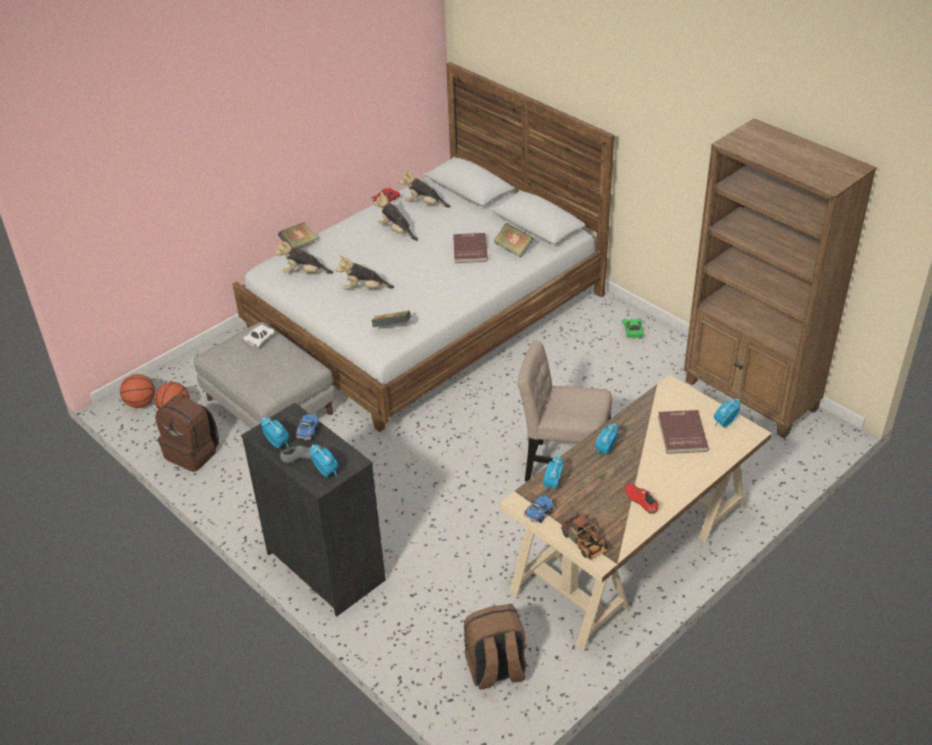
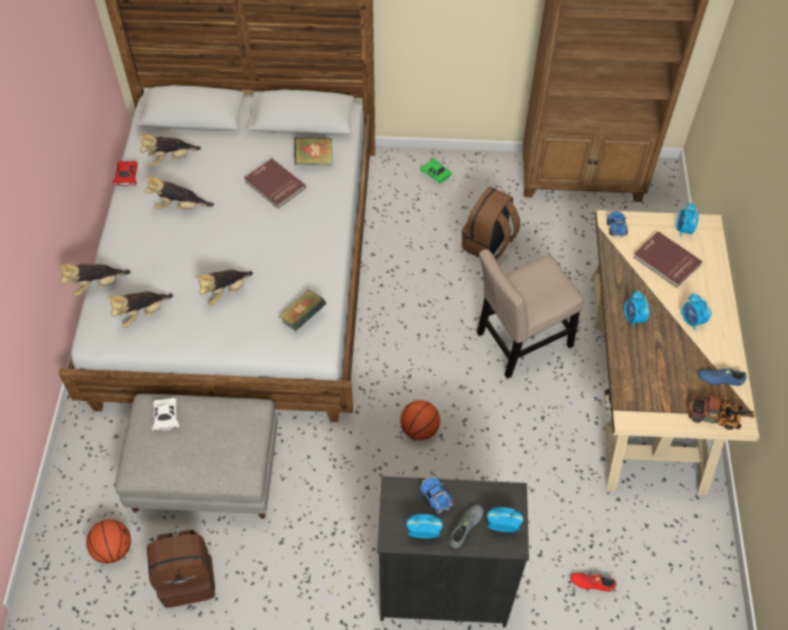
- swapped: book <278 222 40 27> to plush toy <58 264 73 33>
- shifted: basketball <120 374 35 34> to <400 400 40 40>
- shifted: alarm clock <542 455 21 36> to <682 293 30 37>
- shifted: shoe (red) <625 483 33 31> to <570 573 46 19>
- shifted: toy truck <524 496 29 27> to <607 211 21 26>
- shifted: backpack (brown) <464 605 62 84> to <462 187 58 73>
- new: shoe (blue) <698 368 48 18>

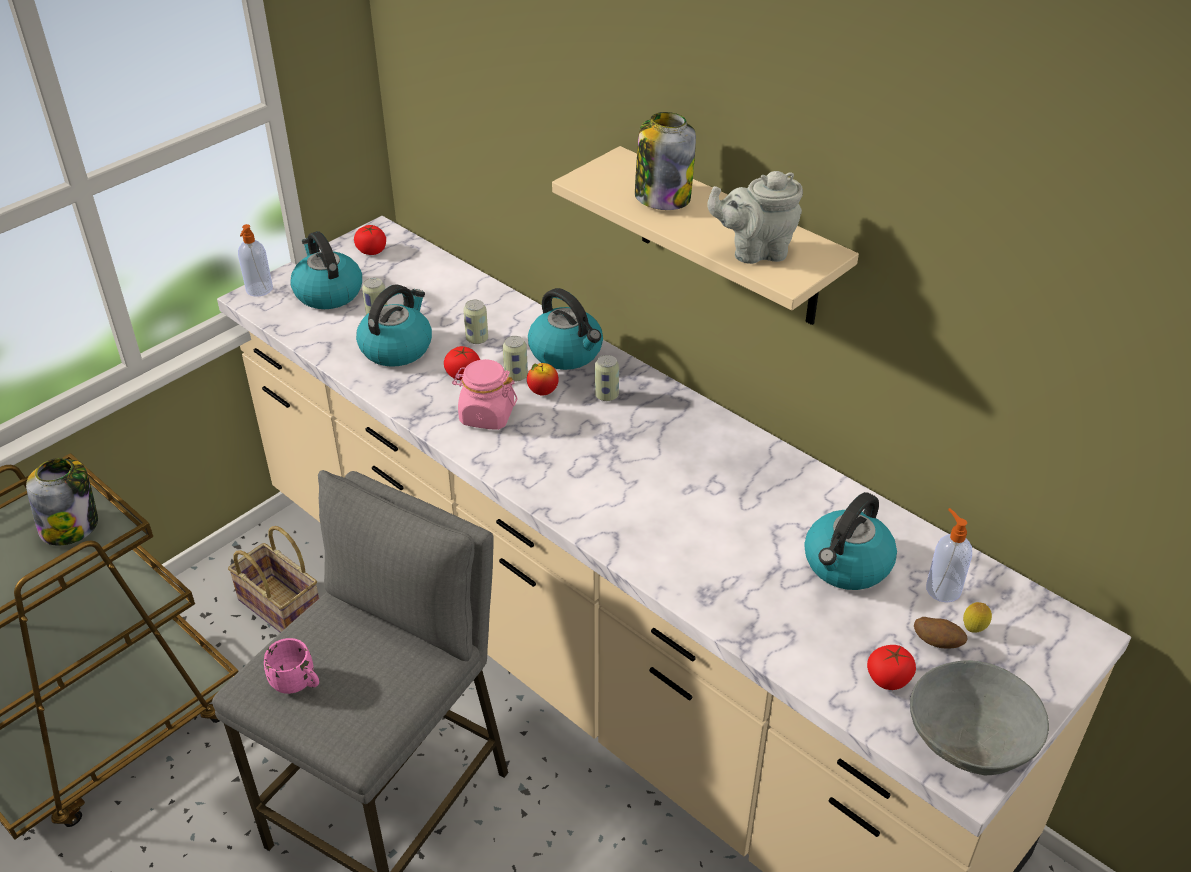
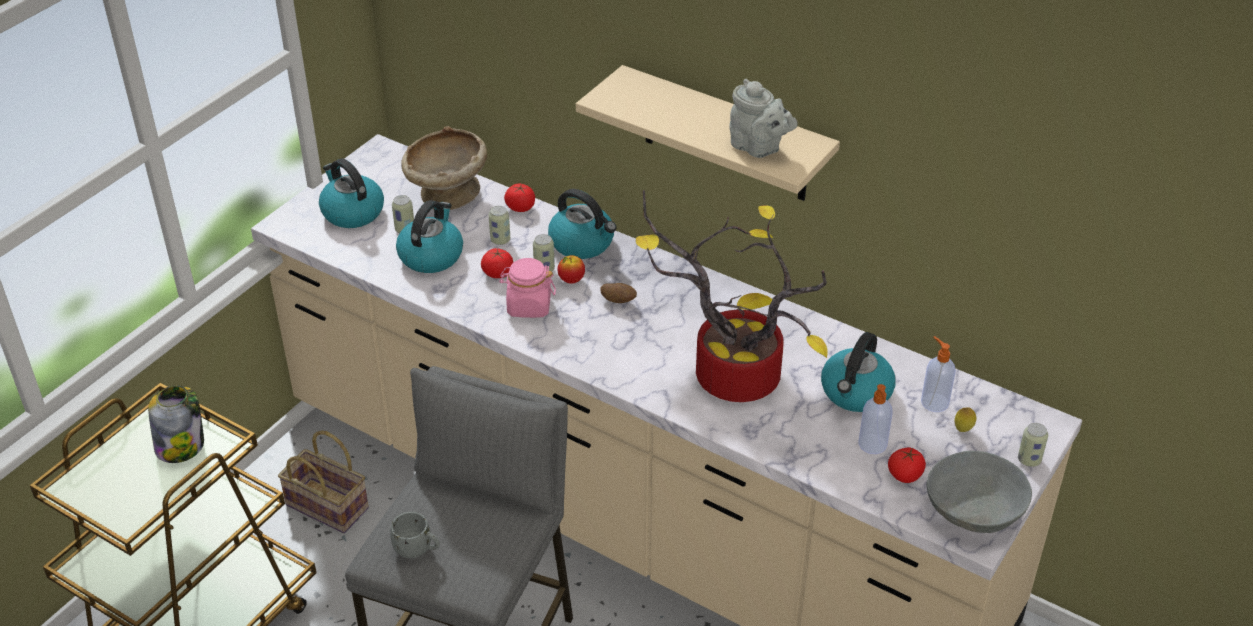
- gone: jar <635 112 61 98>
- rotated: teapot (grey) <707 171 96 93> = <729 79 68 79> 120 degrees counterclockwise
- shifted: soap dispenser <238 224 35 73> to <858 384 34 70>
- shifted: tomato <354 225 32 30> to <504 184 31 28>
- shifted: can <595 355 24 46> to <1018 423 30 44>
- shifted: potato <914 617 54 31> to <600 283 37 20>
- repainted: mug (pink) <264 638 55 56> to mug (grey) <390 512 50 46>
- new: bowl (beige) <401 126 86 84>
- new: potted plant <636 190 192 212>

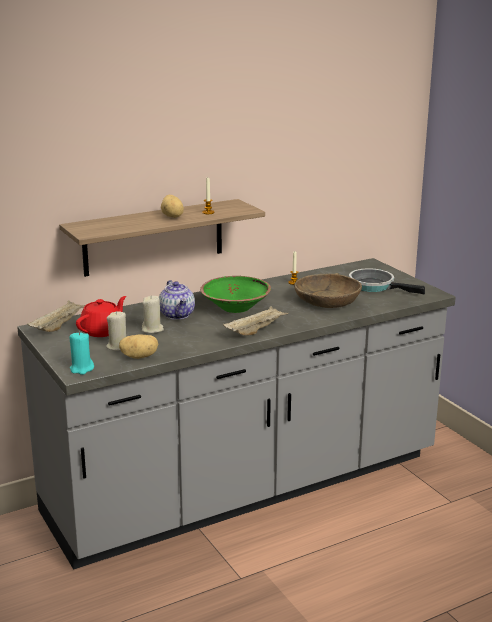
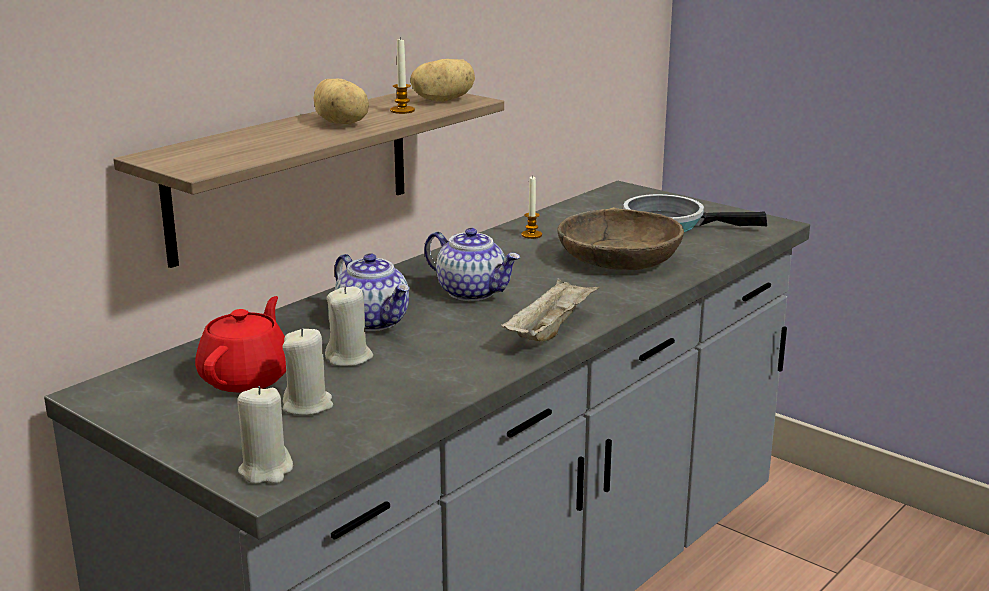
- swapped: bowl (green) <200 276 71 37> to teapot <424 228 96 73>
- gone: tray (beige) <27 301 58 31>
- repainted: candle (turquoise) <69 332 25 43> to candle (beige) <237 386 56 98>
- shifted: potato <119 334 39 25> to <410 59 65 43>

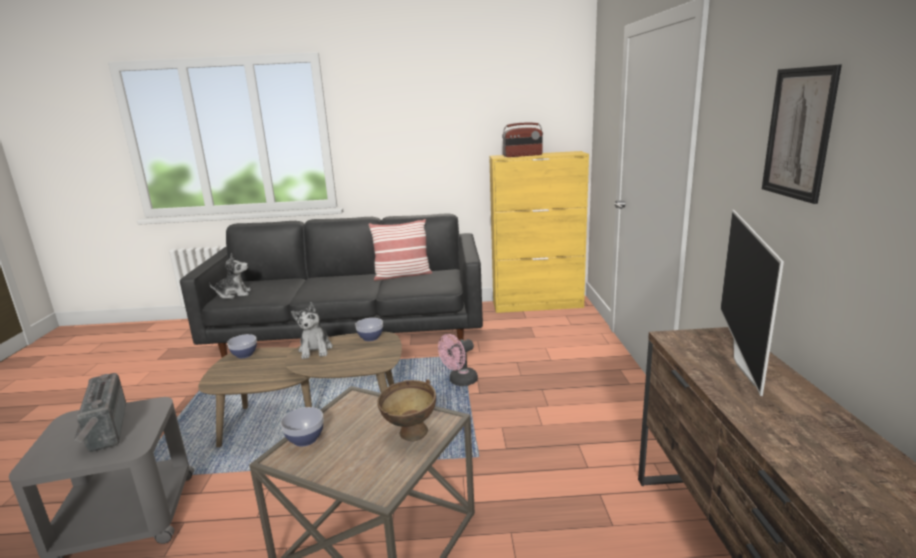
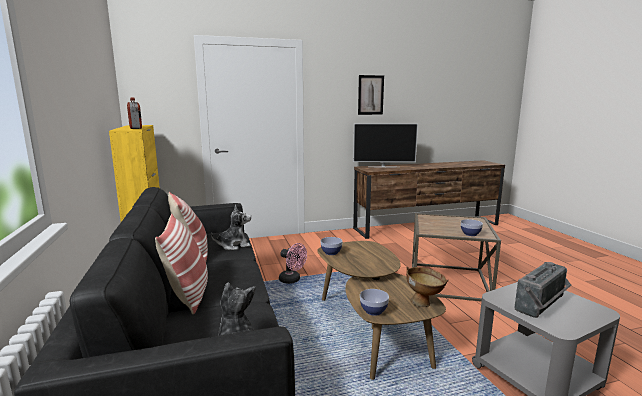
- shifted: plush toy <291 302 42 57> to <211 205 40 45>
- shifted: bowl (brown) <377 379 59 63> to <406 267 43 40>
- new: pillow <155 214 53 100>

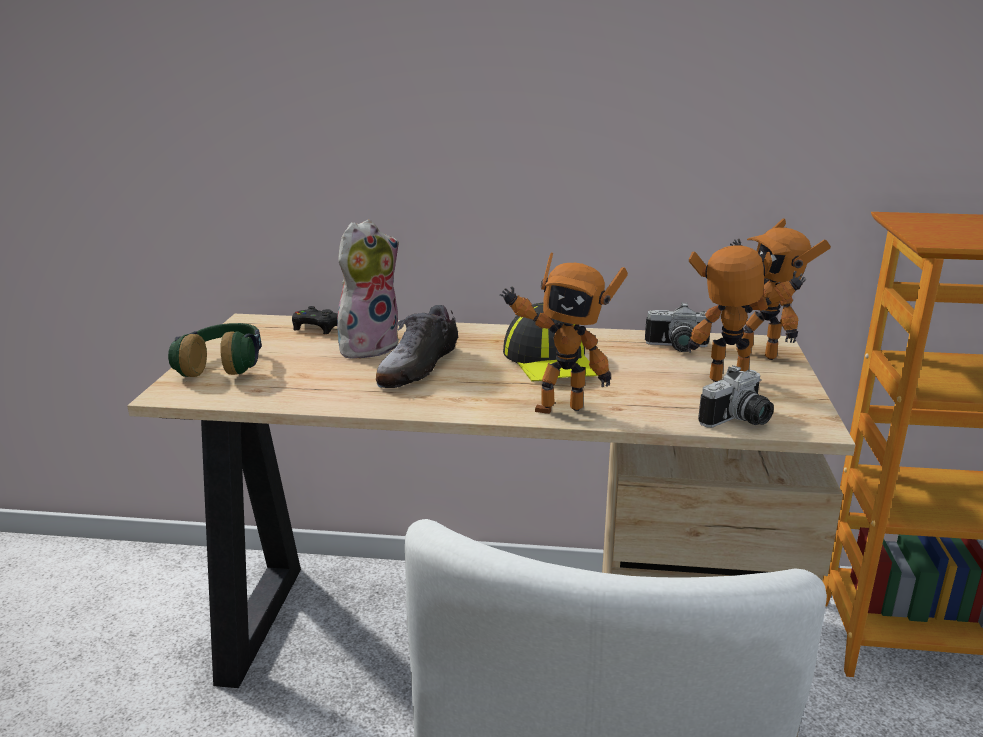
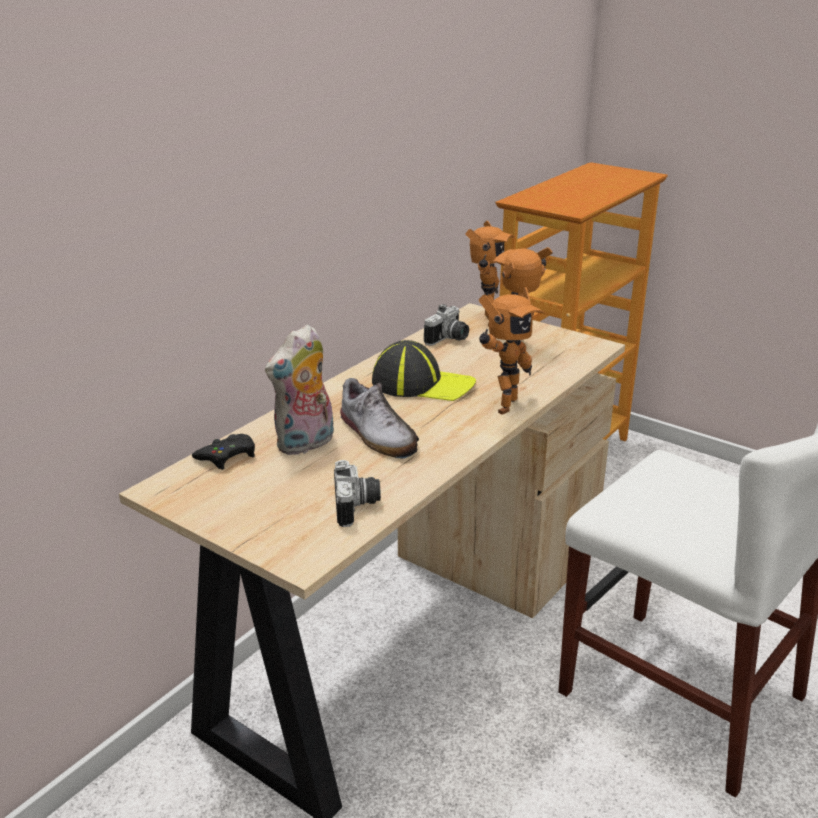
- rotated: toy robot <730 218 101 142> = <465 221 49 106> 75 degrees counterclockwise
- rotated: plush toy <337 219 62 141> = <265 324 69 131> 120 degrees counterclockwise
- gone: headphones <168 323 94 54>
- shifted: photo camera <698 365 76 63> to <334 460 47 67>

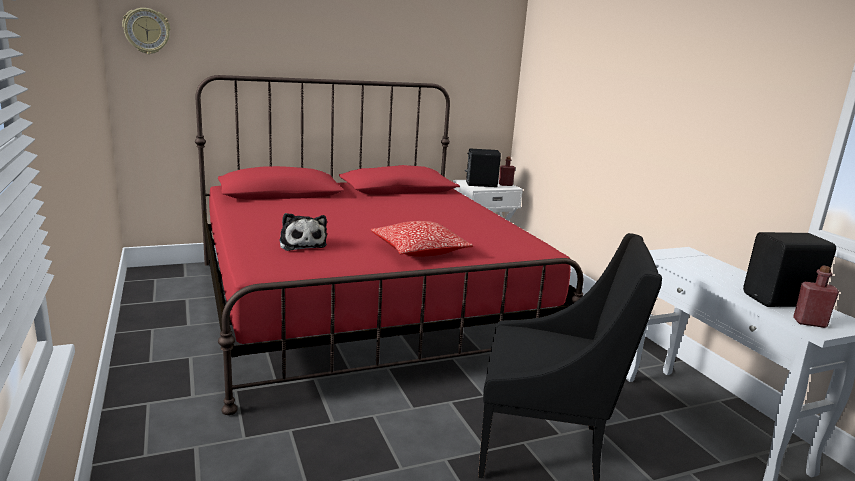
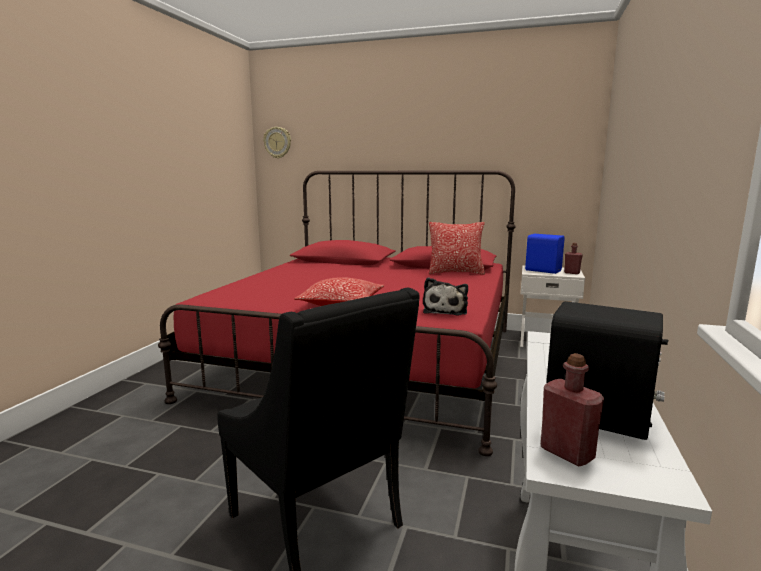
- repainted: speaker (black) <465 149 36 38> to speaker (blue) <525 234 40 40>
- shifted: plush toy <280 213 47 38> to <423 277 45 39>
- new: pillow <429 222 56 53>

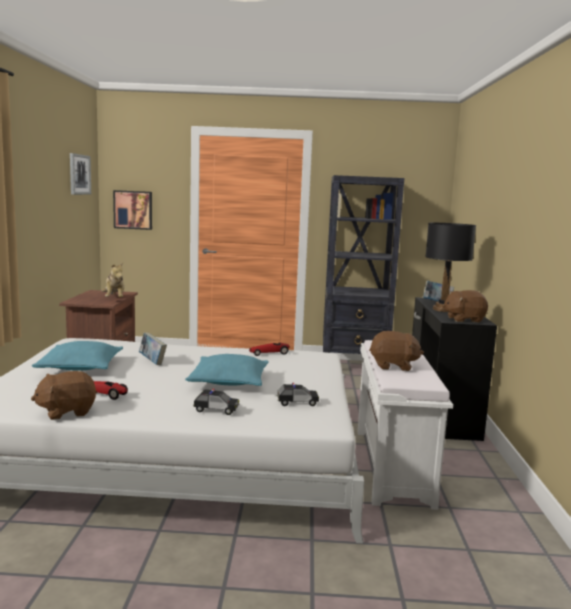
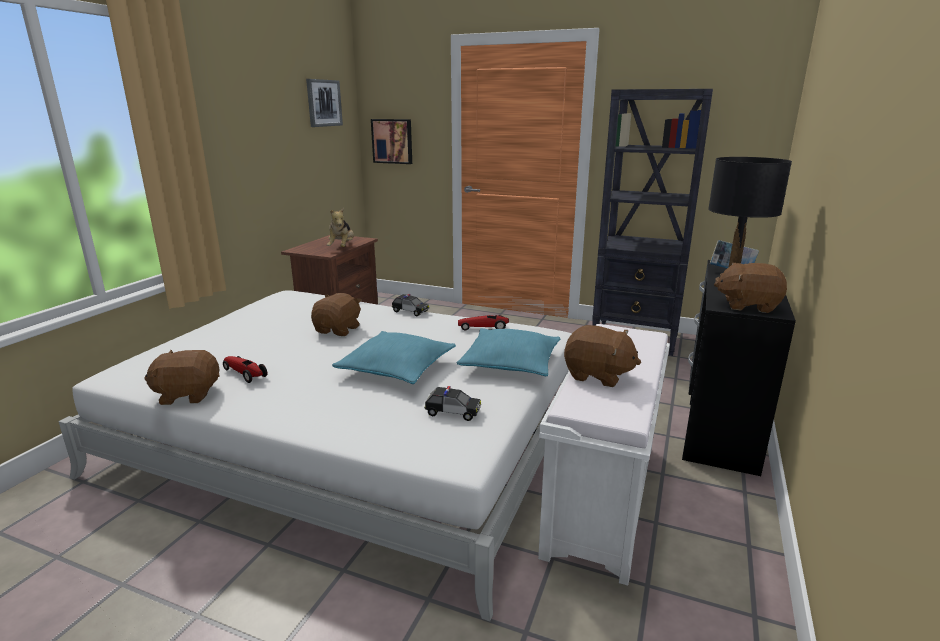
- swapped: book <139 332 28 33> to plush toy (brown) <311 293 51 43>
- shifted: pillow (turquoise) <32 341 91 30> to <457 328 103 48>
- shifted: toy car <193 388 46 27> to <392 294 37 22>

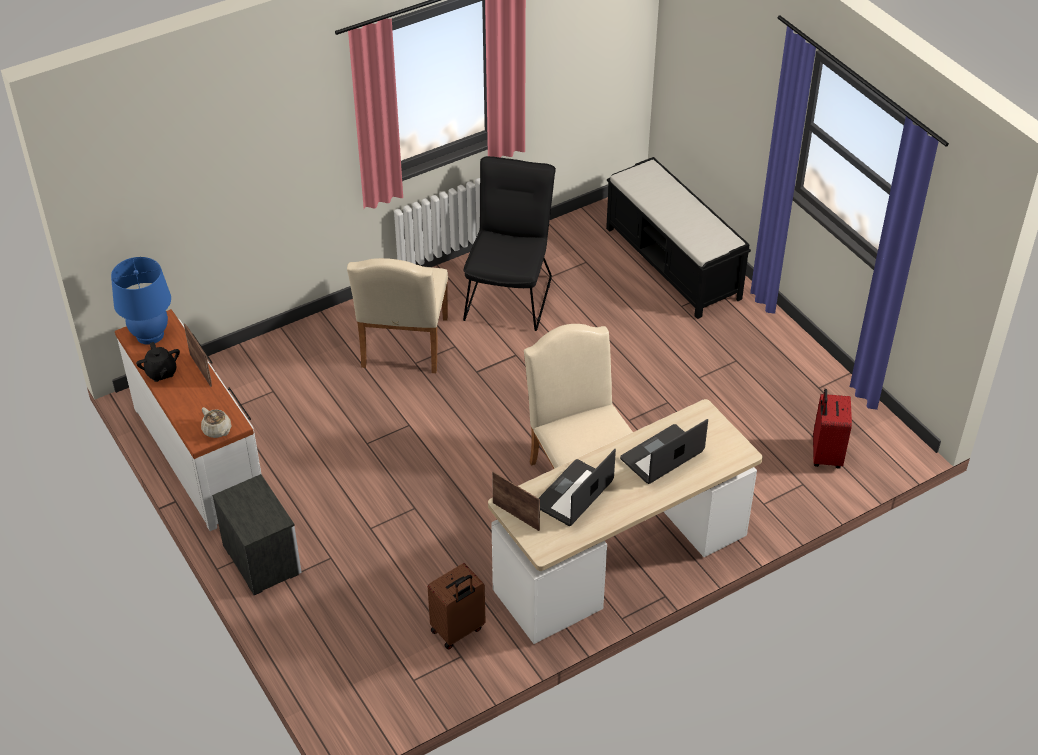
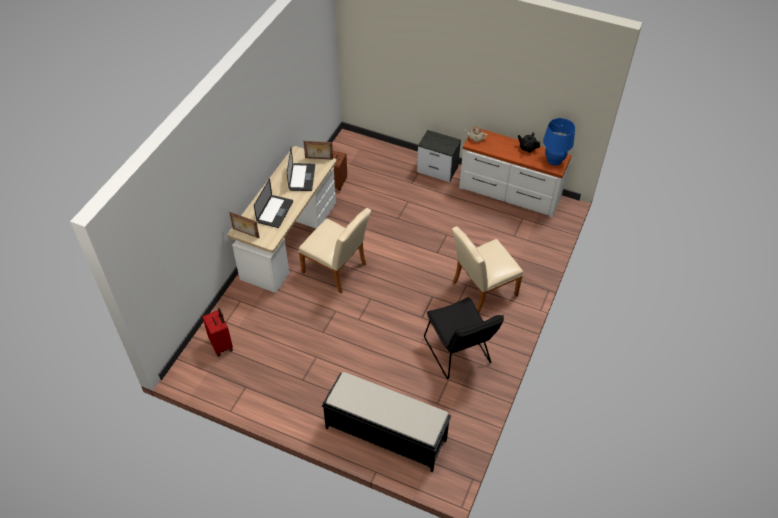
- rotated: chair (beige) <347 258 101 115> = <452 226 71 86> 90 degrees counterclockwise
- shifted: picture frame <184 323 28 64> to <229 212 30 26>

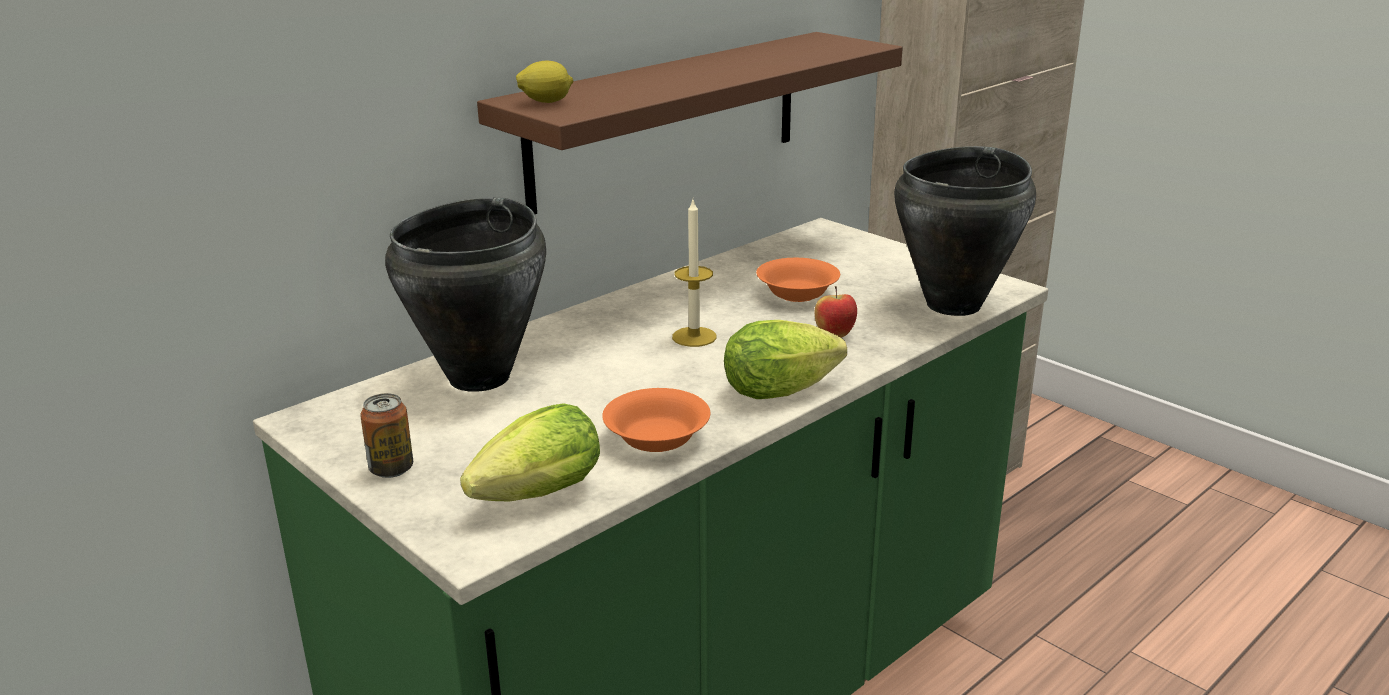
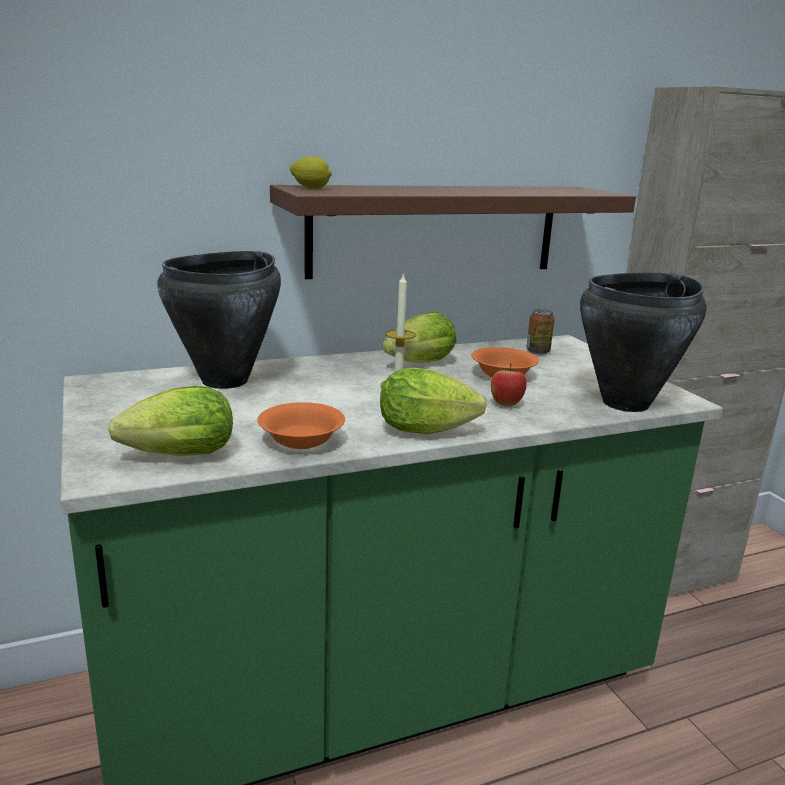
- shifted: can <360 393 53 85> to <526 309 29 46>
- new: lettuce <383 312 74 51>

